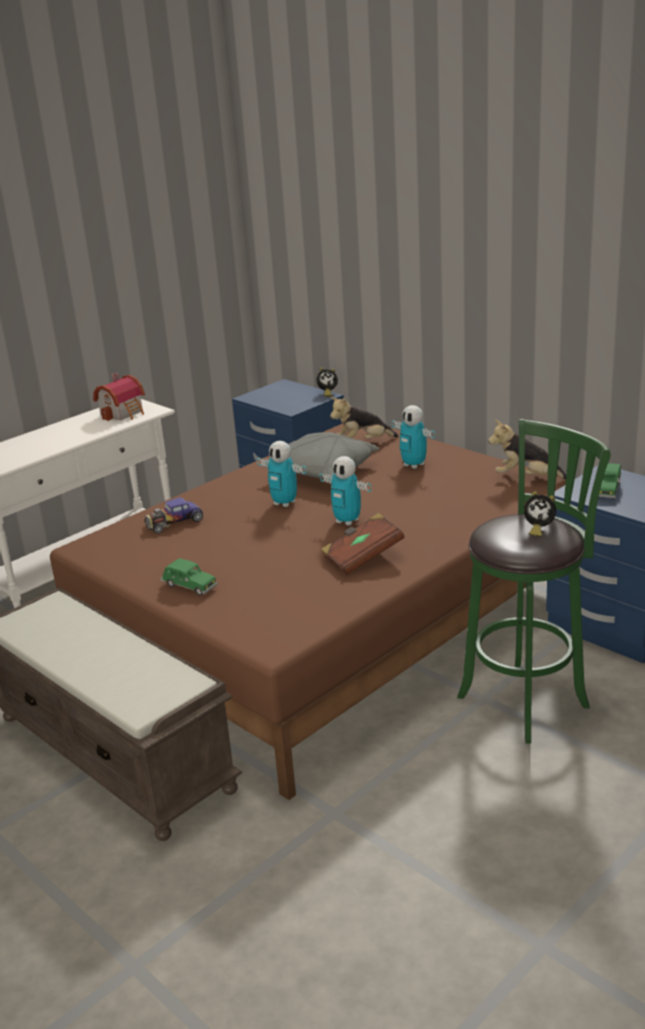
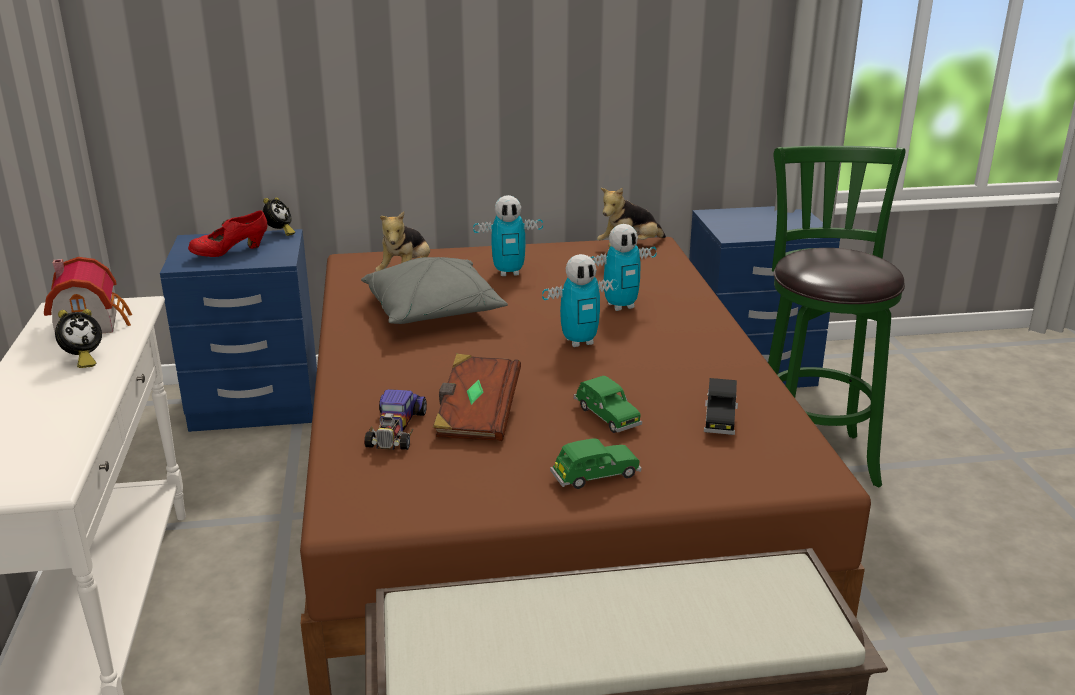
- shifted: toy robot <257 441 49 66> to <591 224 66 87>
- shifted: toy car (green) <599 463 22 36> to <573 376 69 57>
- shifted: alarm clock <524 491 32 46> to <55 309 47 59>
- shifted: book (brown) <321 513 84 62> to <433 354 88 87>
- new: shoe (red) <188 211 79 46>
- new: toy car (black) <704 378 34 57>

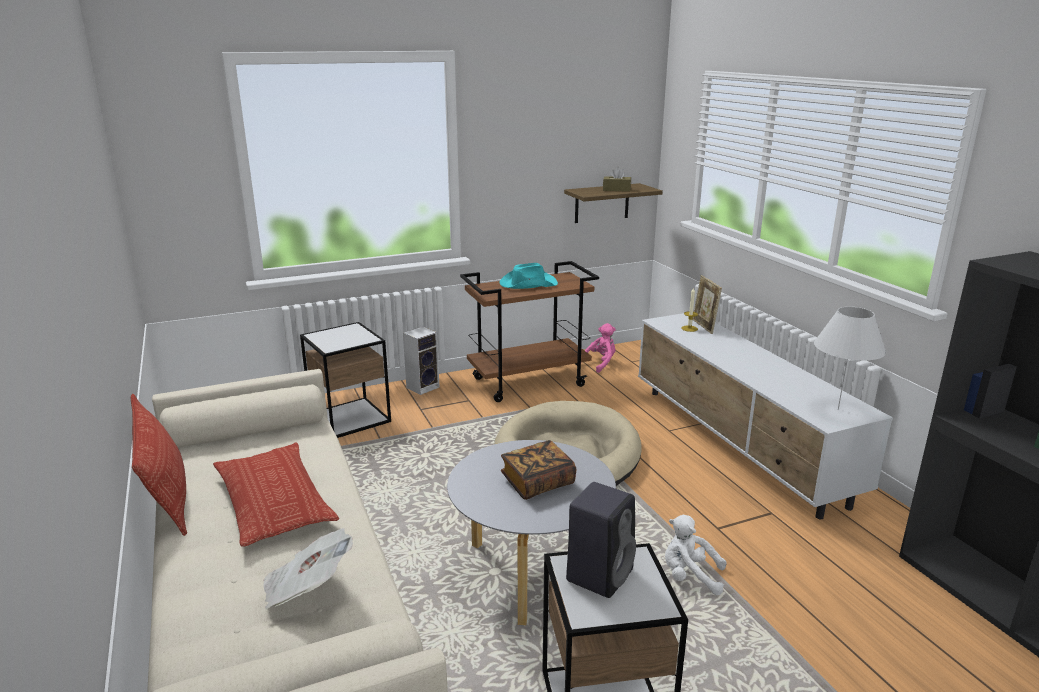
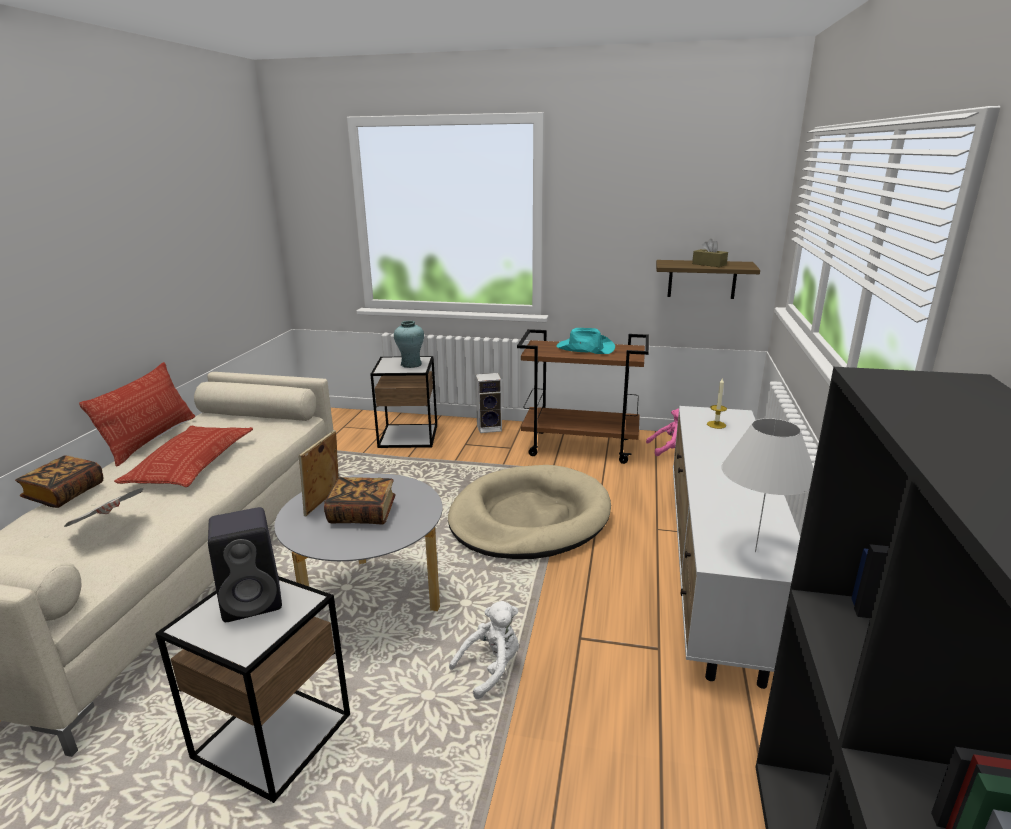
- shifted: picture frame <693 275 29 59> to <299 430 40 86>
- rotated: plush toy (white) <665 515 61 80> = <449 601 70 98> 90 degrees clockwise
- new: vase (turquoise) <394 321 30 47>
- new: book <15 456 88 52>

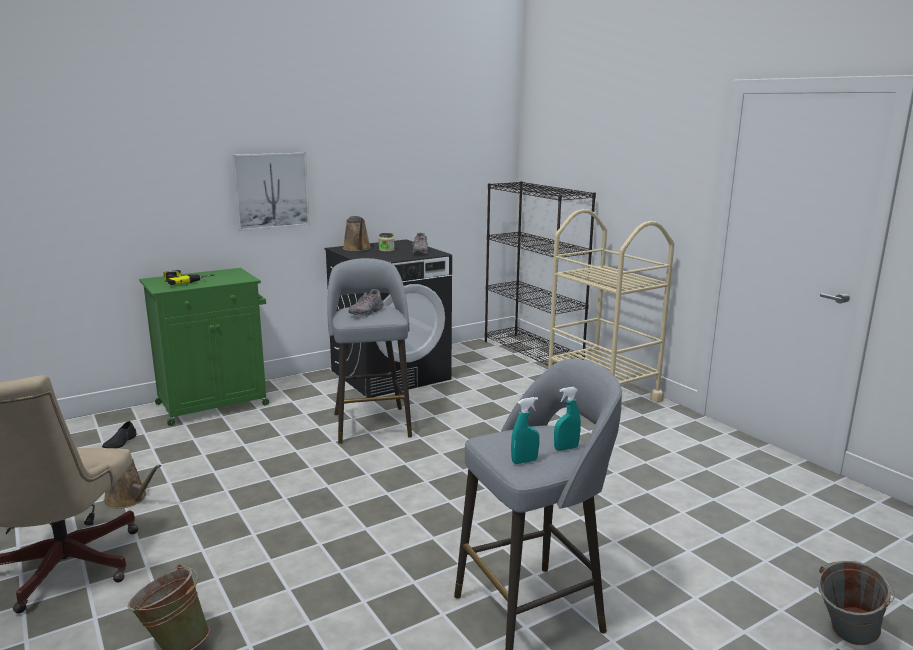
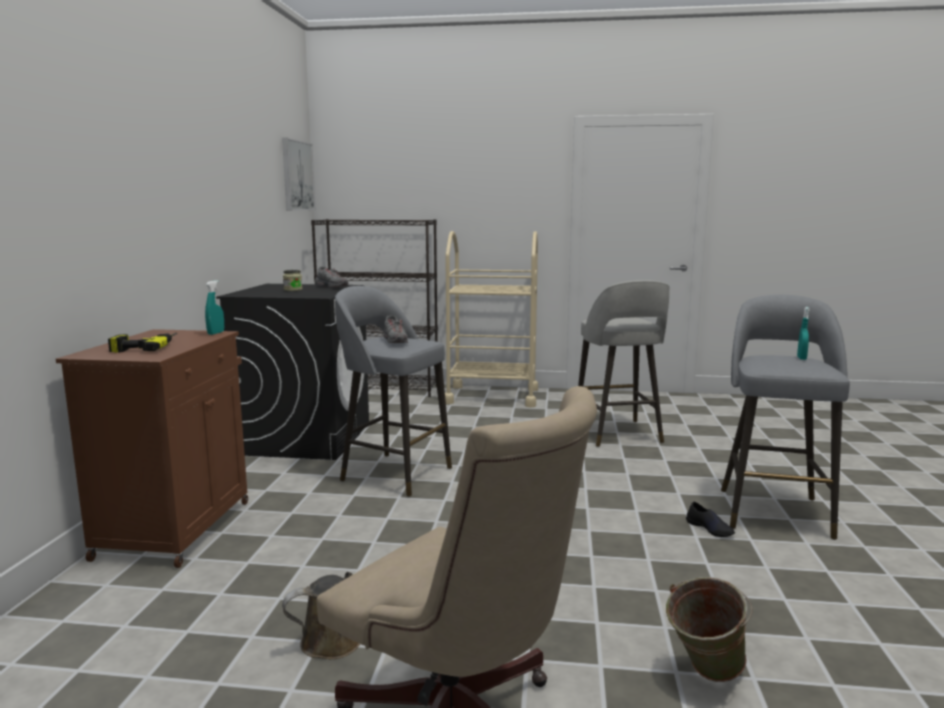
- shifted: picture <232 153 78 78> to <282 137 34 73>
- gone: watering can (brown) <343 216 28 35>
- repainted: cabinet (green) <139 268 130 158> to cabinet (brown) <56 329 192 239>
- shifted: spray bottle (turquoise) <511 397 29 67> to <205 280 19 55>
- shifted: shoe (black) <102 421 35 27> to <686 502 49 35>
- gone: bucket (grey) <818 561 77 84>
- new: stool (grey) <578 280 92 167>

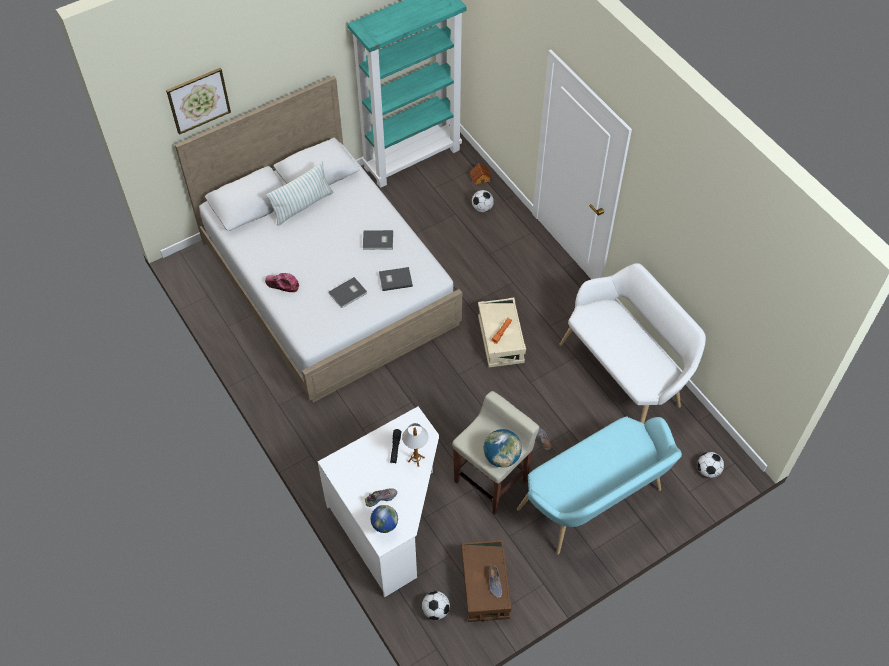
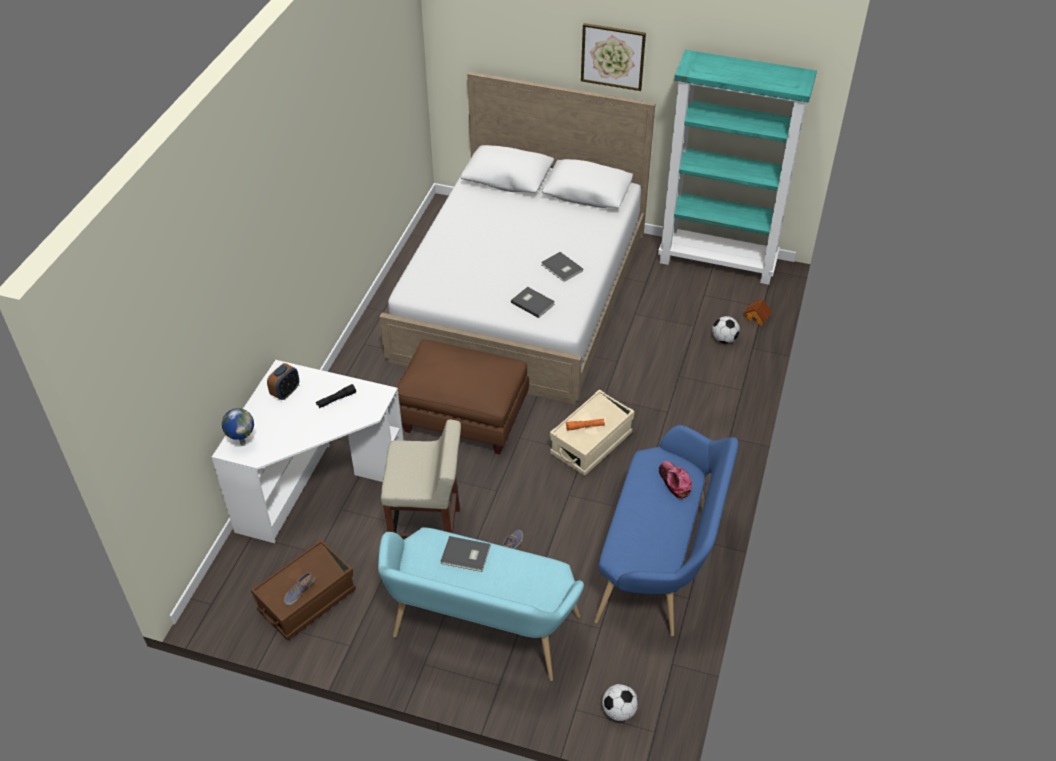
- shifted: picture <166 68 65 67> to <581 23 65 68>
- gone: pillow <266 162 67 64>
- repainted: bench (white) <559 263 147 160> to bench (blue) <594 425 145 211>
- shifted: cap <265 273 34 19> to <659 461 33 38>
- shifted: book (grey) <329 277 38 31> to <441 536 49 36>
- gone: table lamp <402 423 26 44>
- gone: globe <483 429 39 39>
- gone: shoe <365 488 32 19>
- gone: football <422 591 28 29>
- new: ottoman (brown) <396 339 133 116>
- new: alarm clock <267 363 32 37>

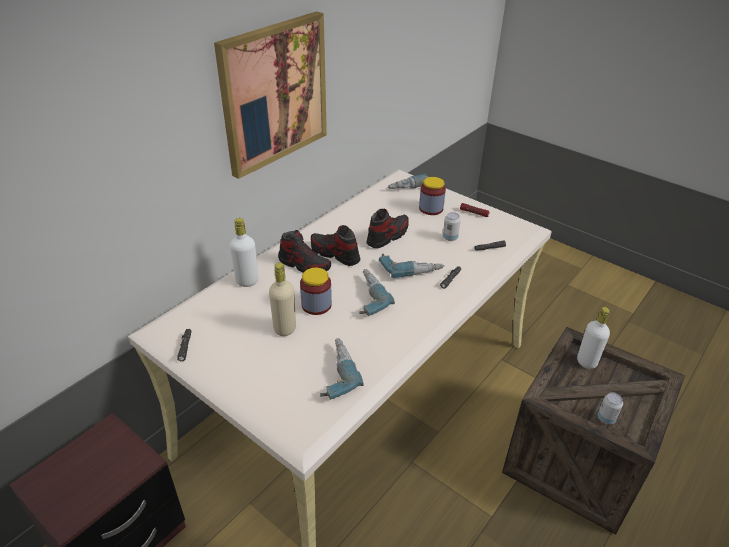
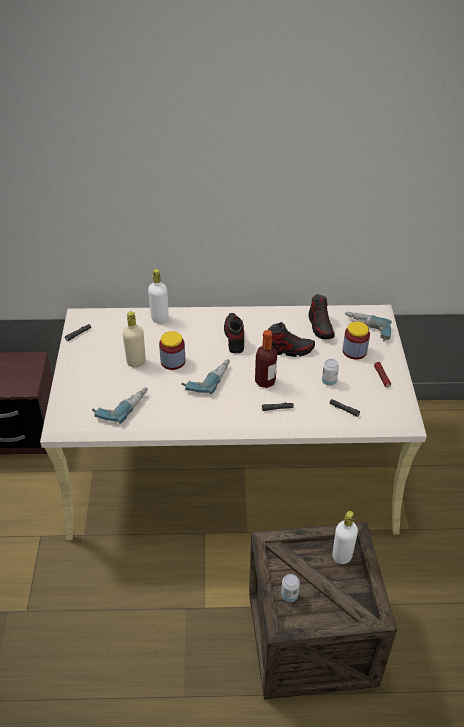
- gone: picture <214 11 113 168>
- shifted: shoe <278 230 53 43> to <309 294 26 45>
- swapped: power drill <379 254 66 24> to bottle <255 330 22 58>

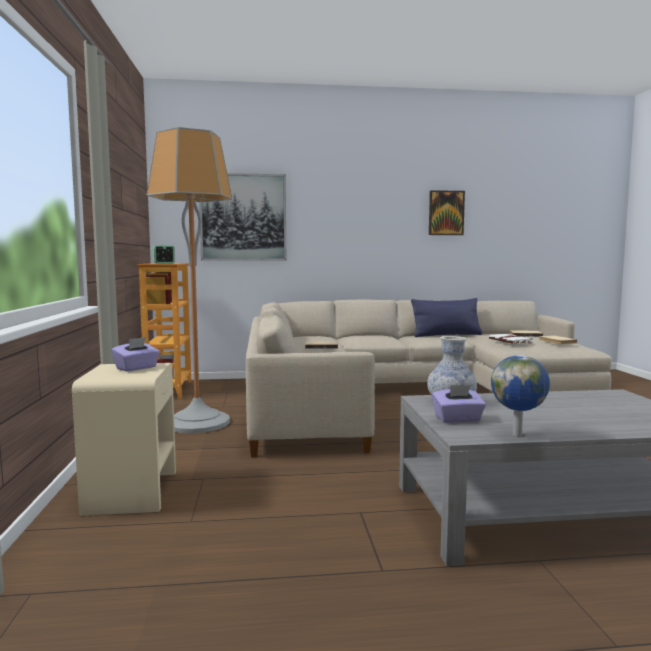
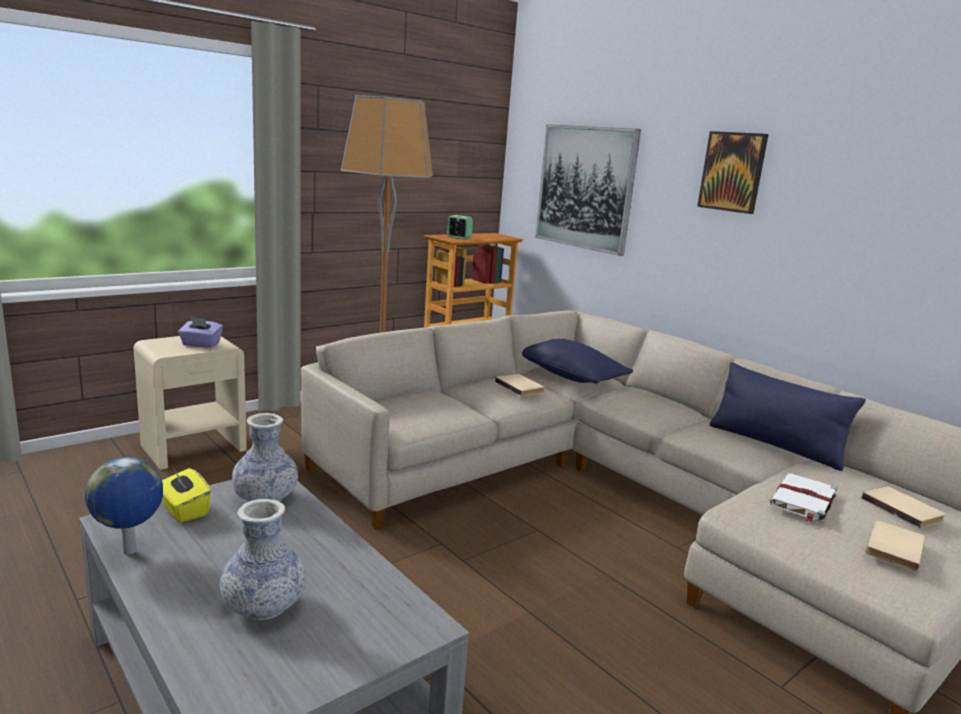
- shifted: picture <429 190 36 45> to <697 131 72 83>
- repainted: tissue box (purple) <432 385 54 38> to tissue box (yellow) <162 466 50 57>
- new: pillow (blue) <522 339 111 45>
- new: vase <220 499 86 122>

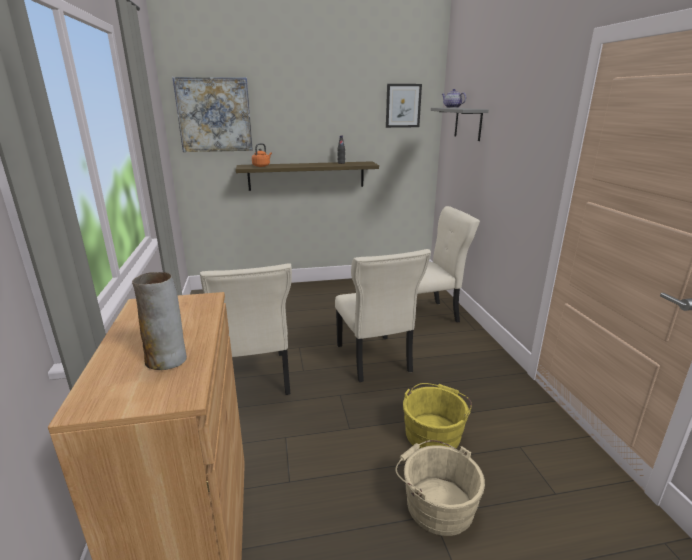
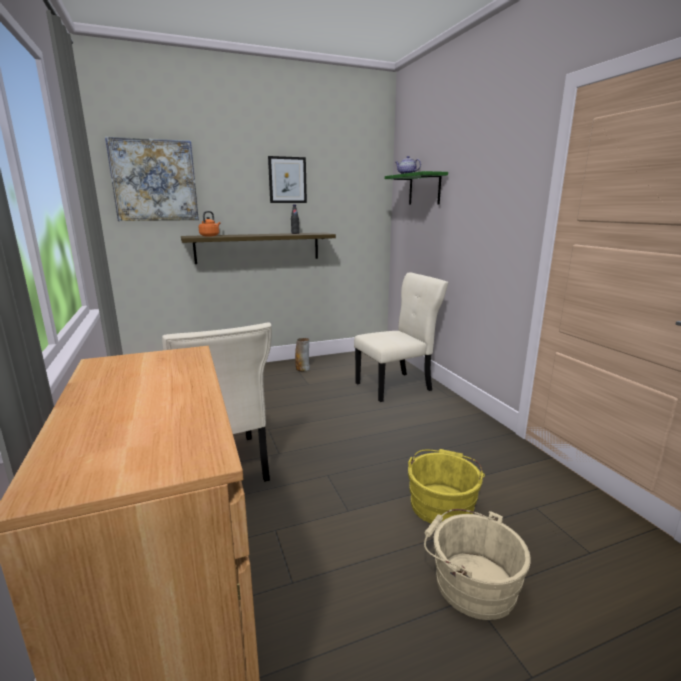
- shifted: picture <386 84 36 44> to <268 156 39 47>
- repainted: shelf (grey) <431 108 58 33> to shelf (green) <385 171 63 34>
- gone: chair (beige) <335 249 96 133>
- shifted: vase <132 272 55 98> to <295 338 15 33>

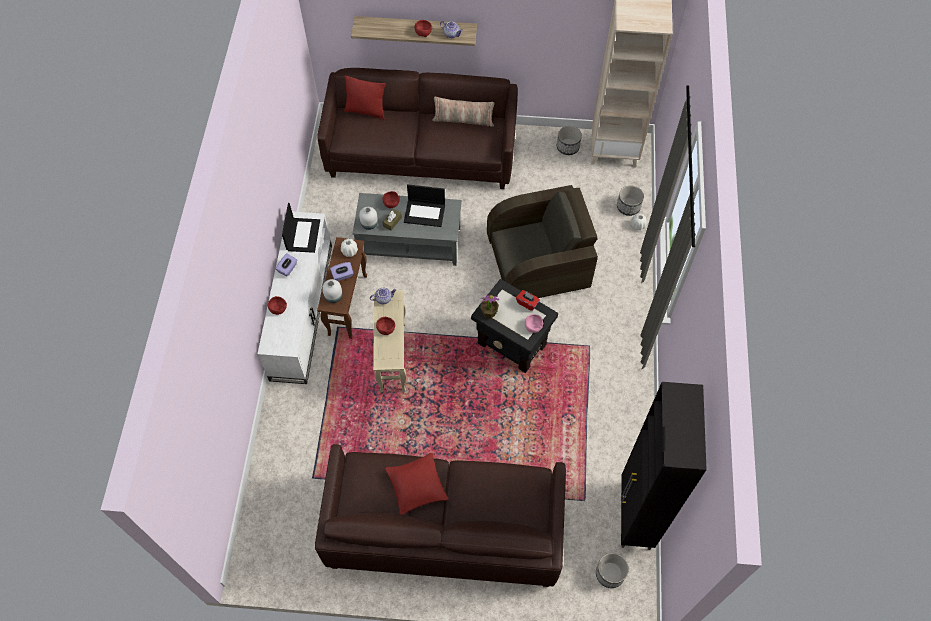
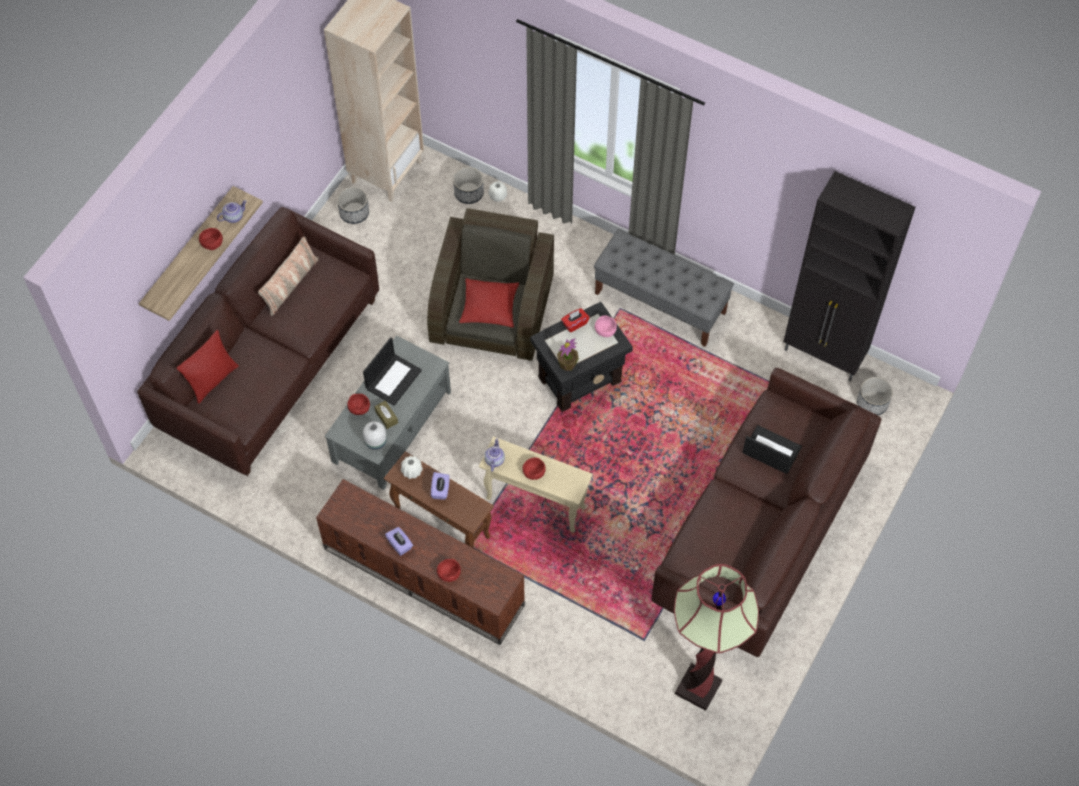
- shifted: laptop <282 203 38 50> to <742 425 60 49>
- repainted: tv stand (white) <258 211 74 173> to tv stand (brown) <316 479 209 166>
- gone: vase (white) <322 279 20 24>
- shifted: pillow (red) <385 453 64 62> to <459 278 60 50>
- new: bench (grey) <594 229 140 118>
- new: floor lamp <674 564 85 147>

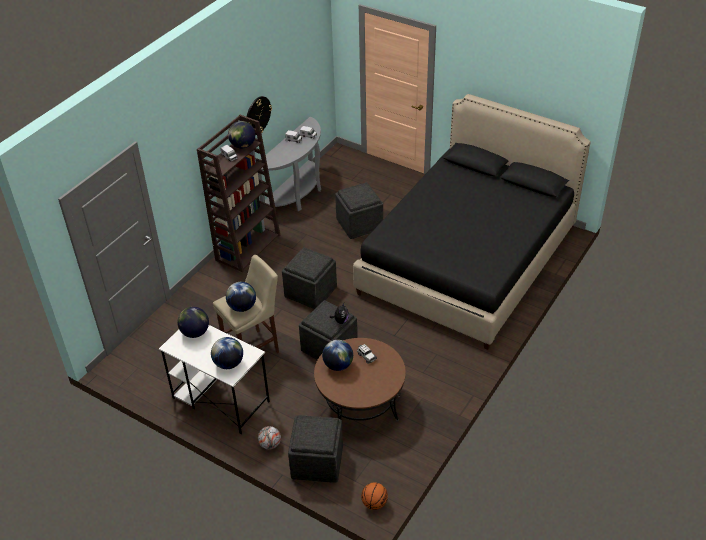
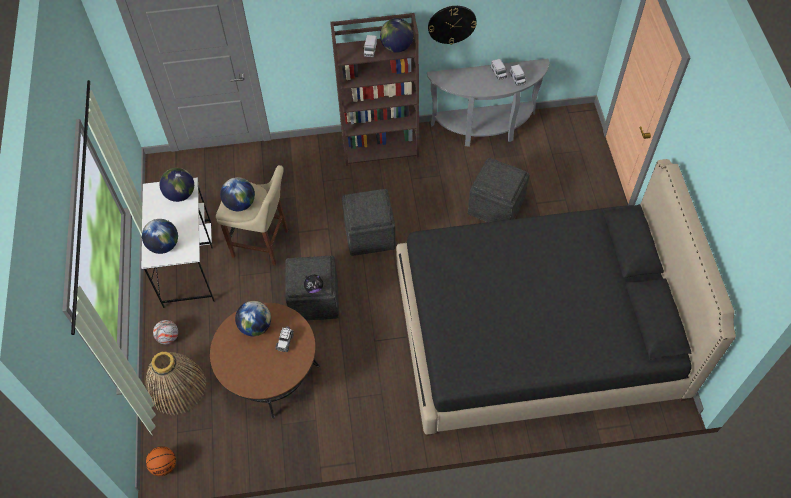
- swapped: ottoman (grey) <288 415 55 68> to basket <145 352 61 63>

